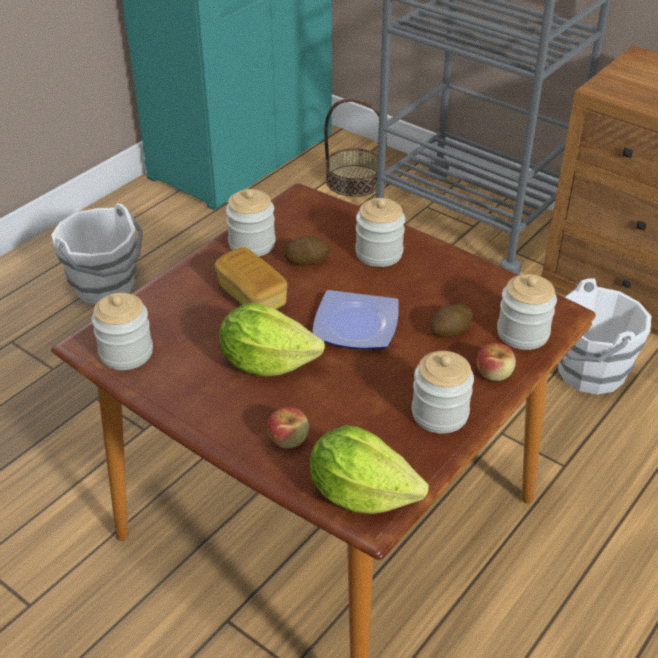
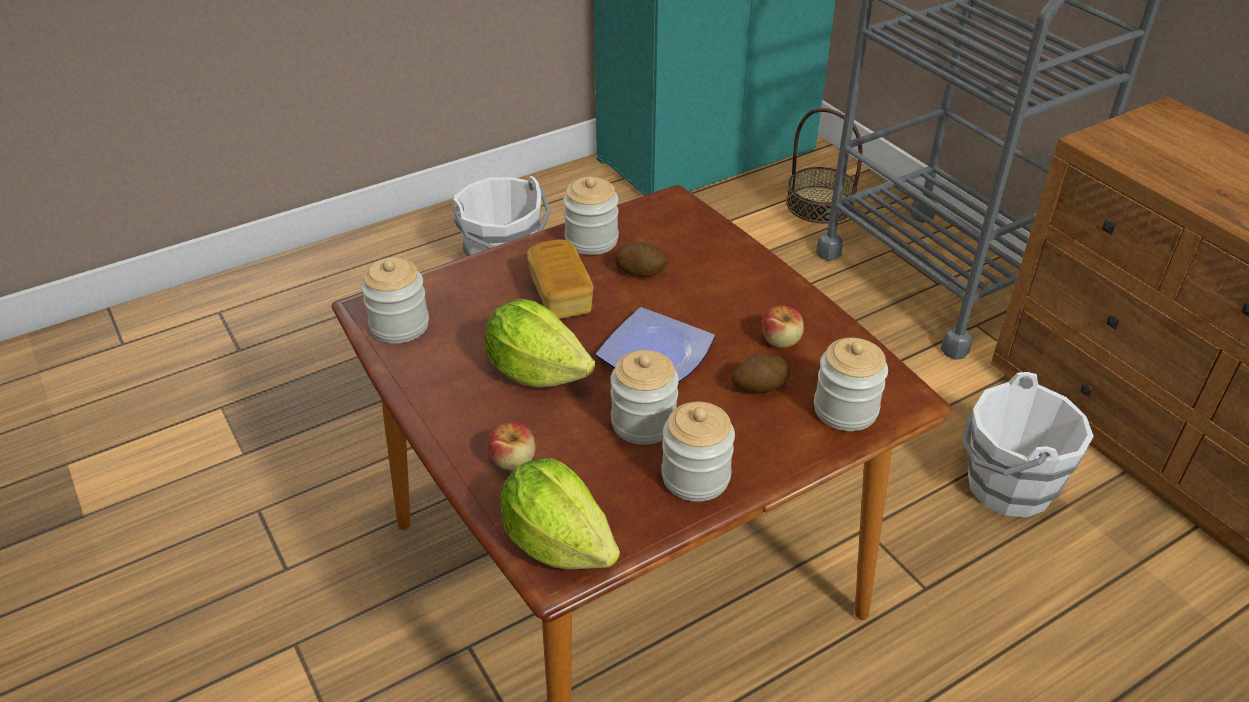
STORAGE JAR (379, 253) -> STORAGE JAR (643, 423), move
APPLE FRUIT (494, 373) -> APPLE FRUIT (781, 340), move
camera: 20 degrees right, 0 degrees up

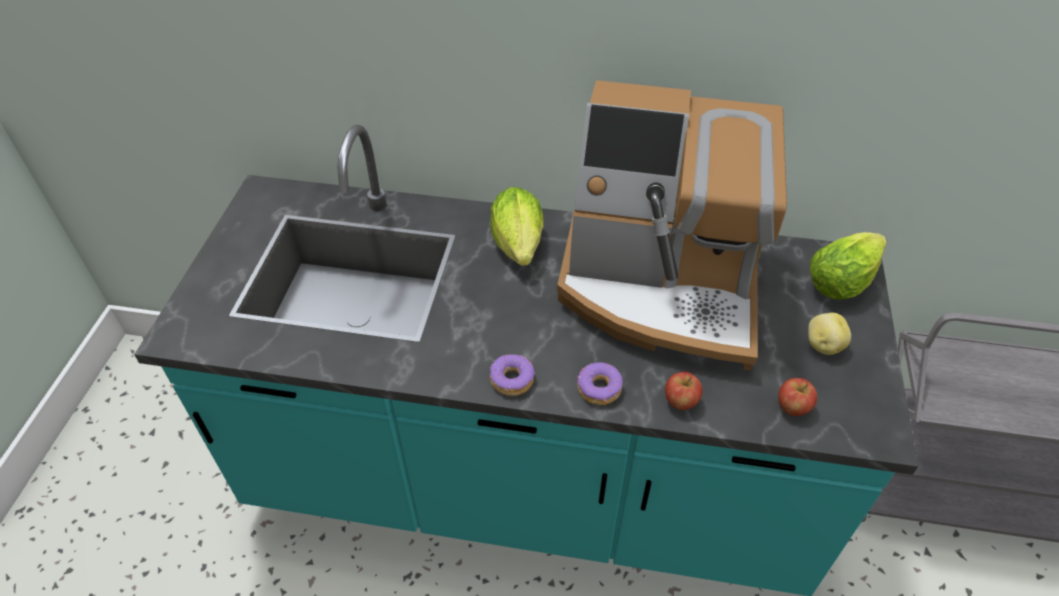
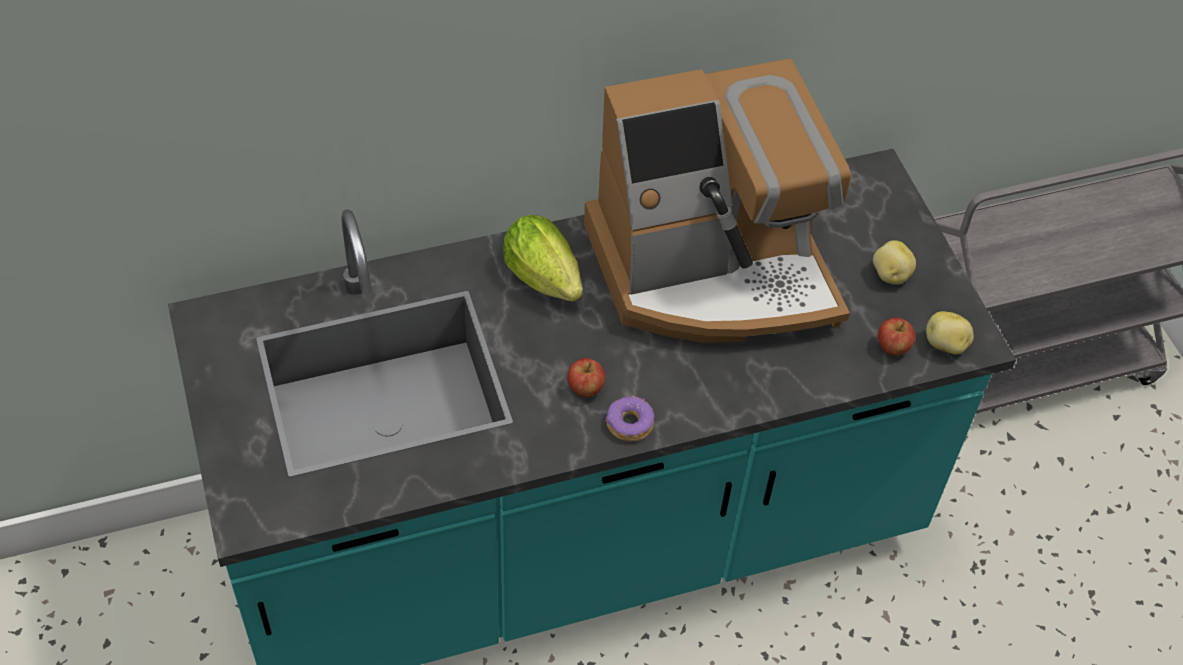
DONUT (599, 389) -> none
LETTUCE (844, 280) -> none
none -> POTATO (945, 345)
APPLE FRUIT (680, 401) -> APPLE FRUIT (585, 388), move
camera: 30 degrees left, 5 degrees up

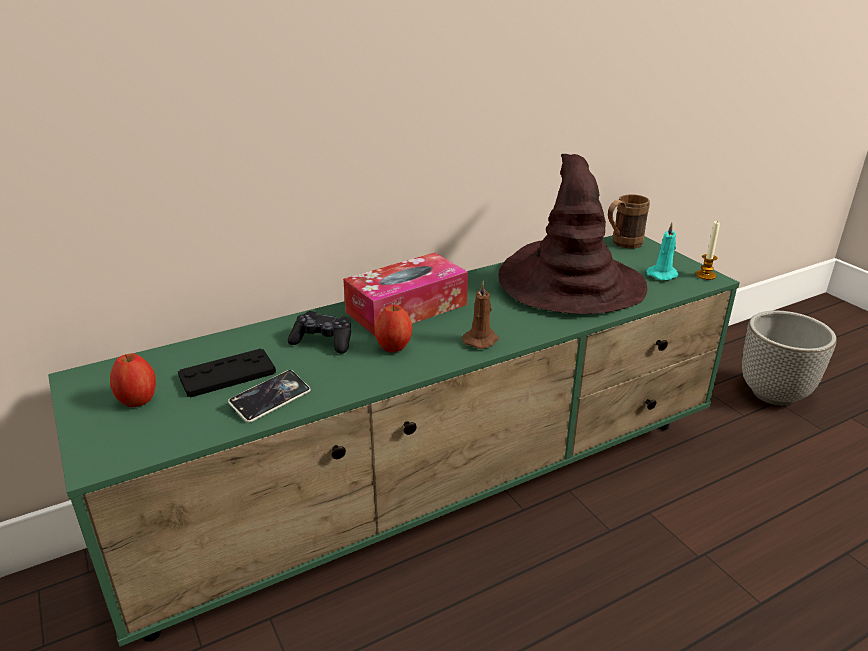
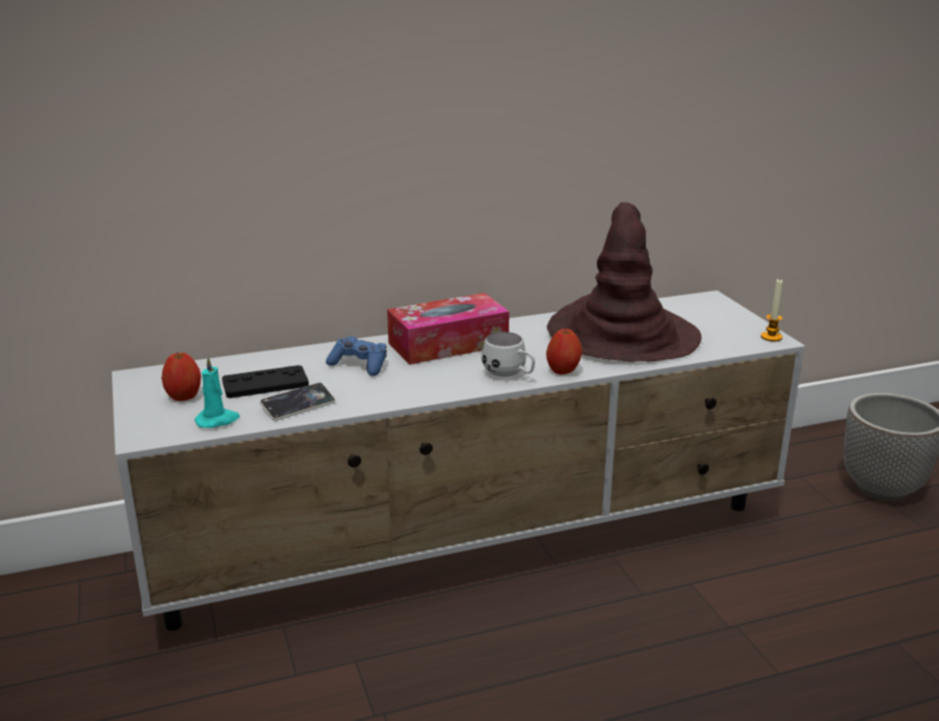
BROWN-COLOURED COFFEE MUG (621, 244) -> none
APPLE FRUIT (394, 347) -> APPLE FRUIT (563, 371), move
TURQUOISE WAX CANDLE (663, 274) -> TURQUOISE WAX CANDLE (217, 420), move
BROWN-COLOURED WAX CANDLE (481, 340) -> WHITE-COLOURED COFFEE MUG (510, 375)
GREEN-COLOURED TV STAND (436, 491) -> WHITE-COLOURED TV STAND (472, 541)
BLACKISH JOYPAD (323, 341) -> BLUE-COLOURED JOYPAD (359, 365)
camera: 10 degrees right, 5 degrees down

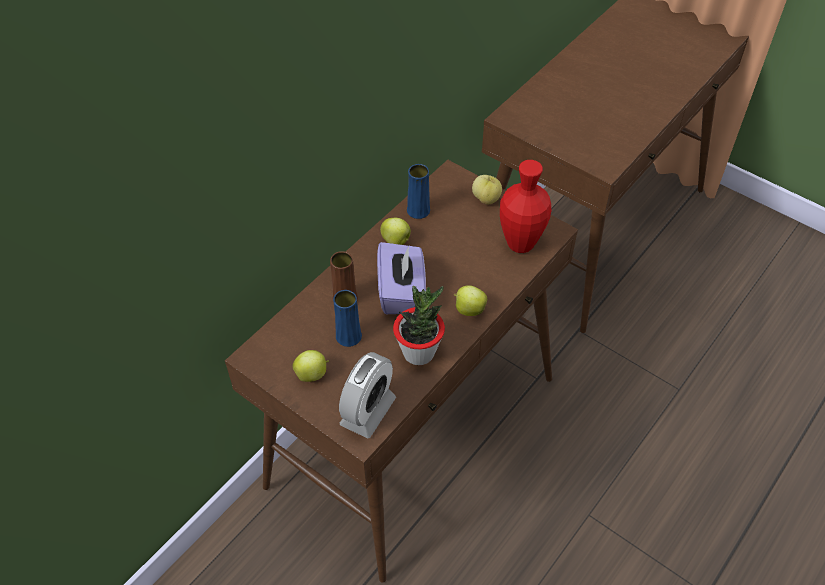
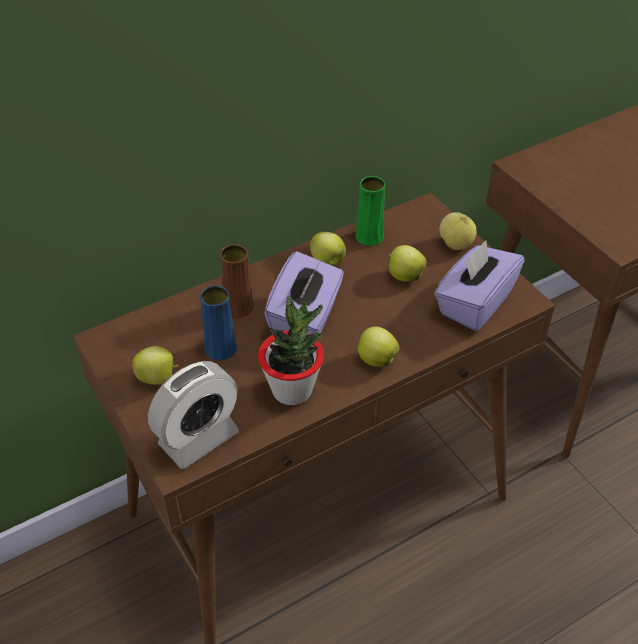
none -> APPLE FRUIT (404, 276)
REDDISH DECORATIVE VASE (520, 244) -> PURPLE BOX OF TISSUES (474, 303)
BLUE-COLOURED DECORATIVE VASE (418, 210) -> GREEN-COLOURED DECORATIVE VASE (369, 237)
camera: 20 degrees right, 5 degrees down

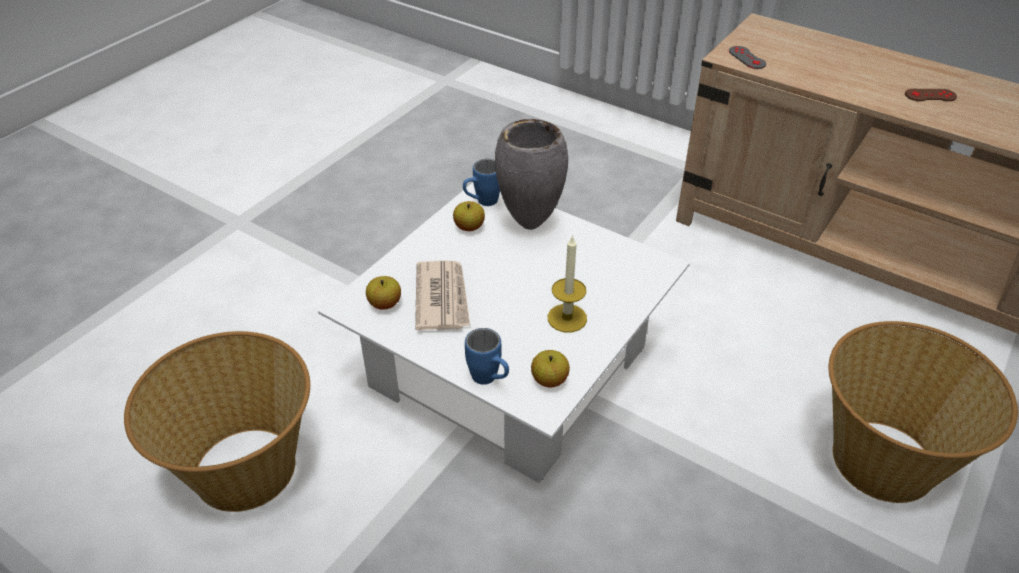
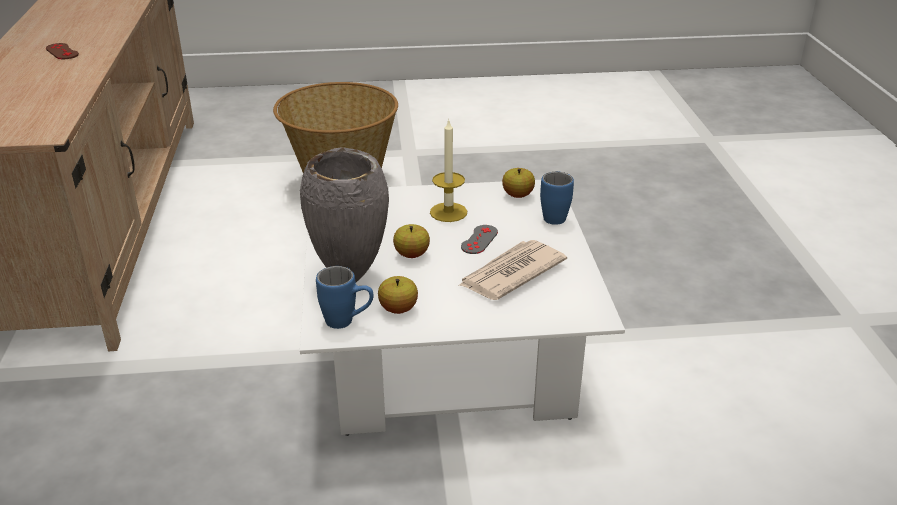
HOUSEHOLD BASKET (245, 470) -> none
APPLE FRUIT (385, 304) -> APPLE FRUIT (411, 254), move
GREYISH JOYPAD (747, 58) -> GREYISH JOYPAD (479, 239), move
camera: 130 degrees left, 10 degrees down

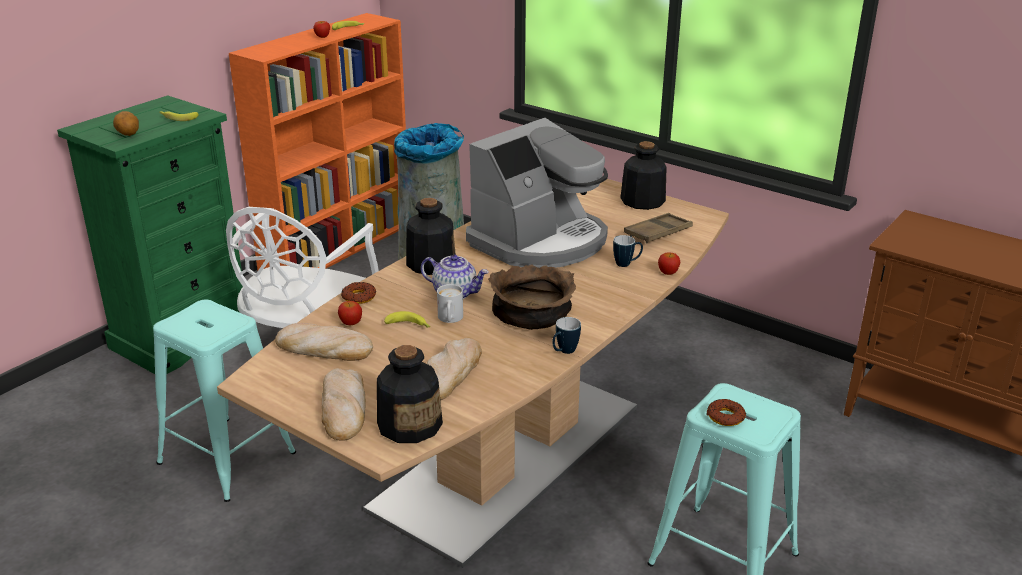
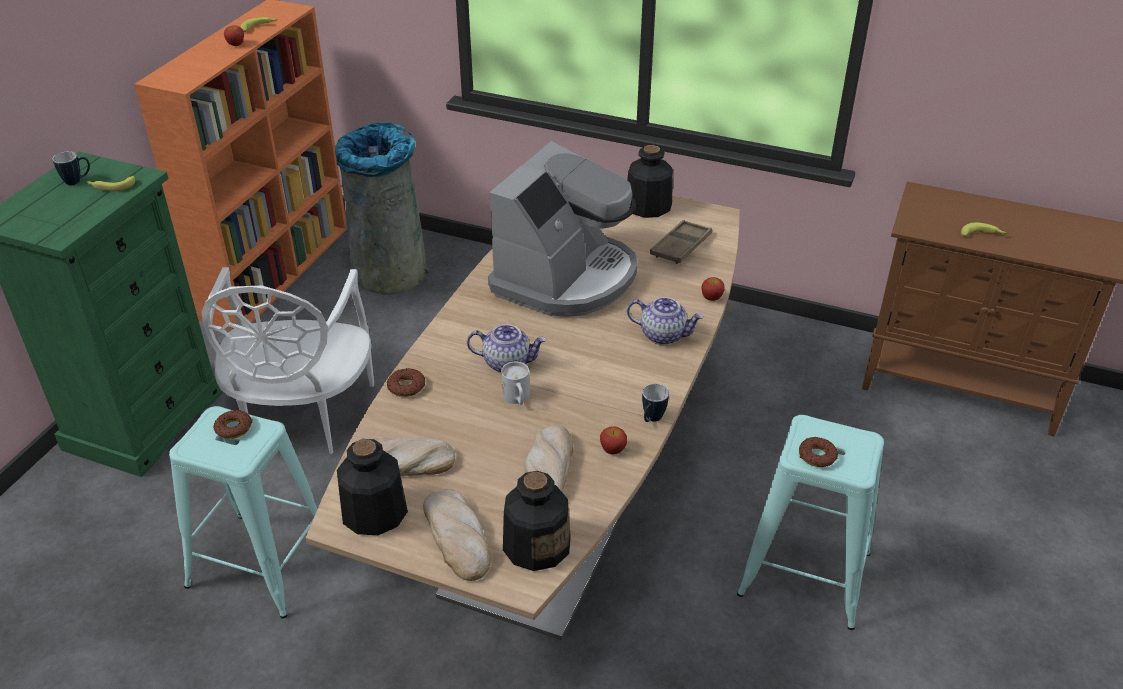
POTATO (128, 135) -> none
BROWN-COLOURED DEEP DISH (533, 315) -> none
none -> DONUT (234, 428)
none -> POT FOR TEA (663, 335)
APPLE FRUIT (350, 323) -> APPLE FRUIT (613, 450), move
WHOLE BANANA (409, 326) -> WHOLE BANANA (982, 235), move
DRINK BOTTLE (430, 263) -> DRINK BOTTLE (373, 512), move
COFFEE MUG (627, 264) -> COFFEE MUG (77, 181), move
camera: 15 degrees left, 10 degrees up

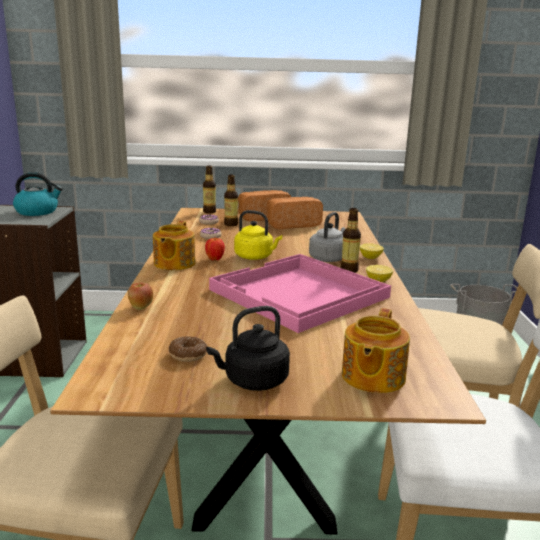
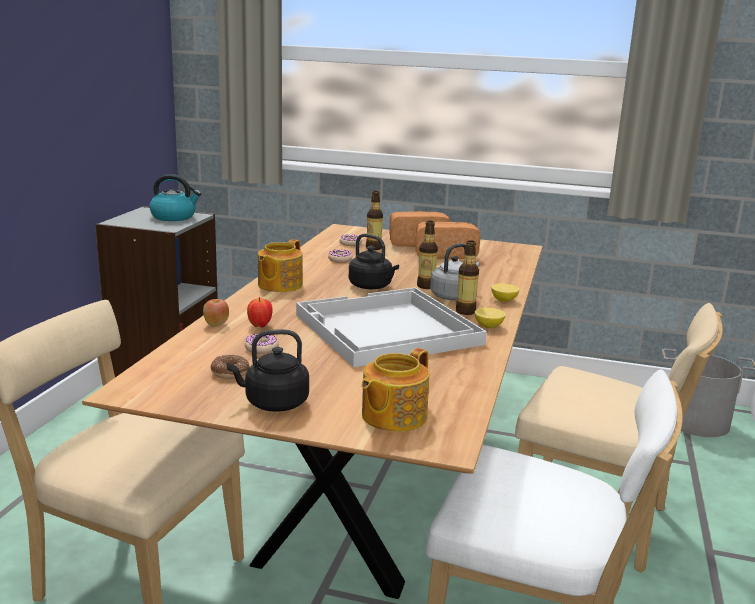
none -> DONUT (261, 348)
DRINK BOTTLE (209, 212) -> DRINK BOTTLE (426, 286), move
APPLE FRUIT (215, 259) -> APPLE FRUIT (260, 325), move
PINKISH CARRYING TRAY (299, 294) -> WHITE-COLOURED CARRYING TRAY (386, 330)
YELLOW-COLOURED WATER KETTLE (255, 257) -> BLACKISH WATER KETTLE (372, 286)
camera: 15 degrees right, 0 degrees up

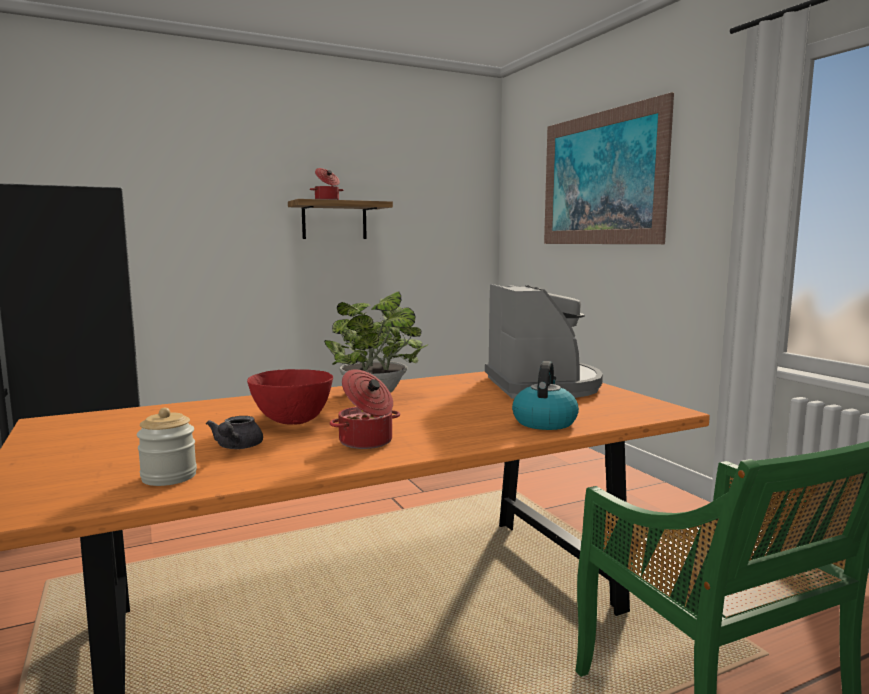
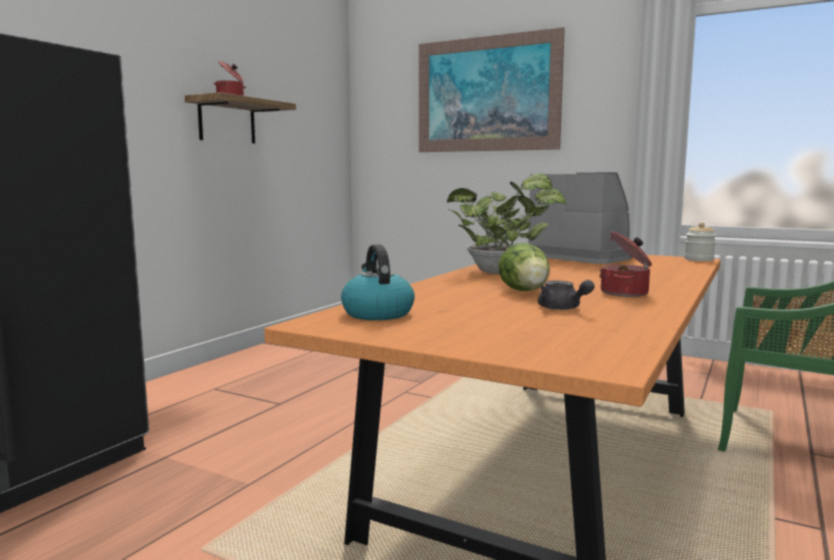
STORAGE JAR (169, 477) -> STORAGE JAR (699, 259), move
WATER KETTLE (544, 422) -> WATER KETTLE (377, 313), move
REDDISH DEEP DISH (293, 421) -> LETTUCE (526, 292)
camera: 35 degrees left, 0 degrees up

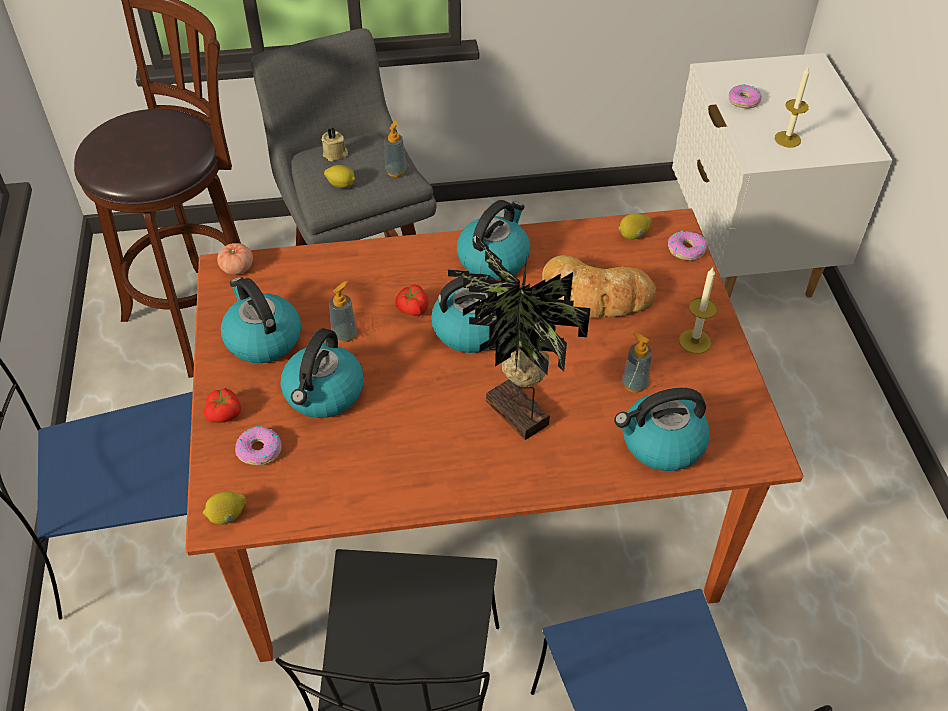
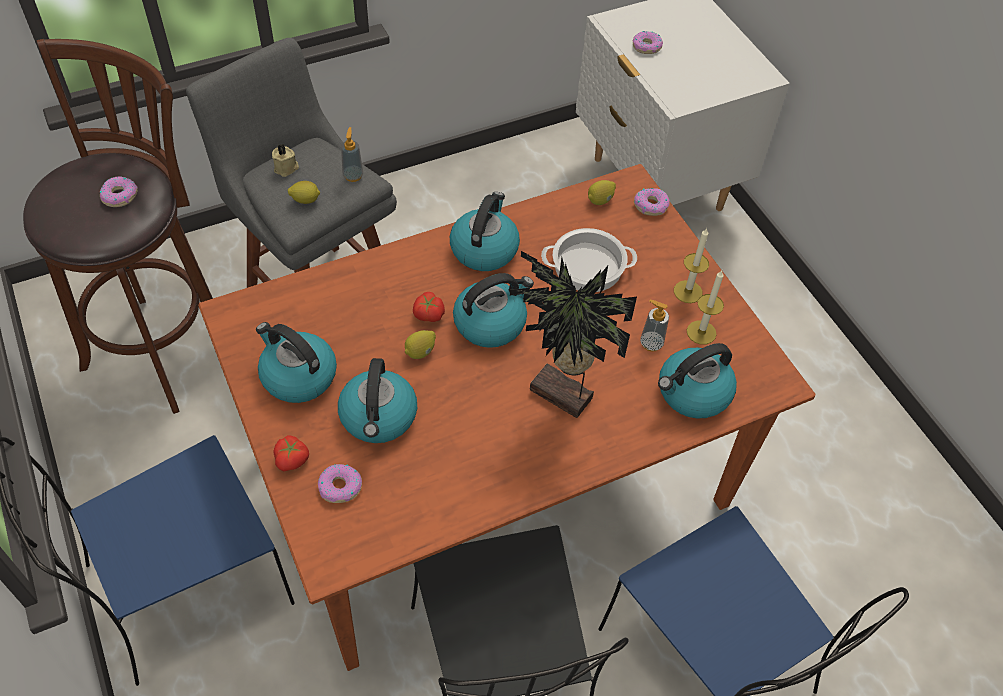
TOMATO (237, 267) -> none
SOAP BOTTLE (344, 335) -> none
none -> DONUT (119, 196)
LEMON (227, 516) -> LEMON (420, 352), move
WAX CANDLE (787, 139) -> WAX CANDLE (701, 332), move
BREAD (596, 295) -> STOCKPOT (588, 265)
camera: 20 degrees left, 5 degrees up

